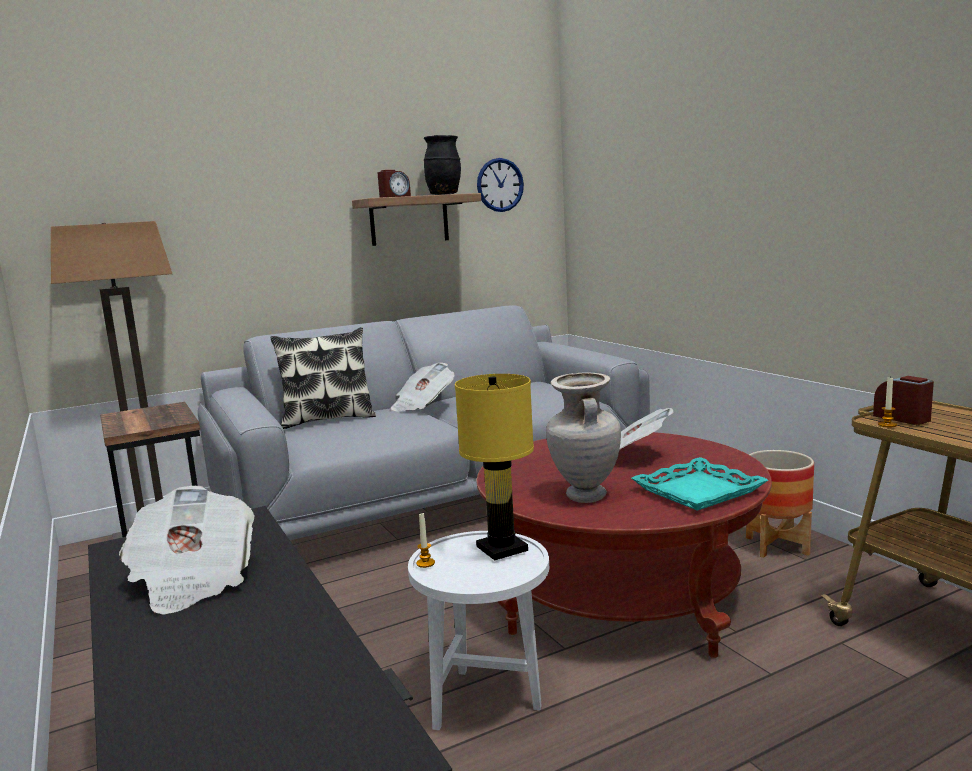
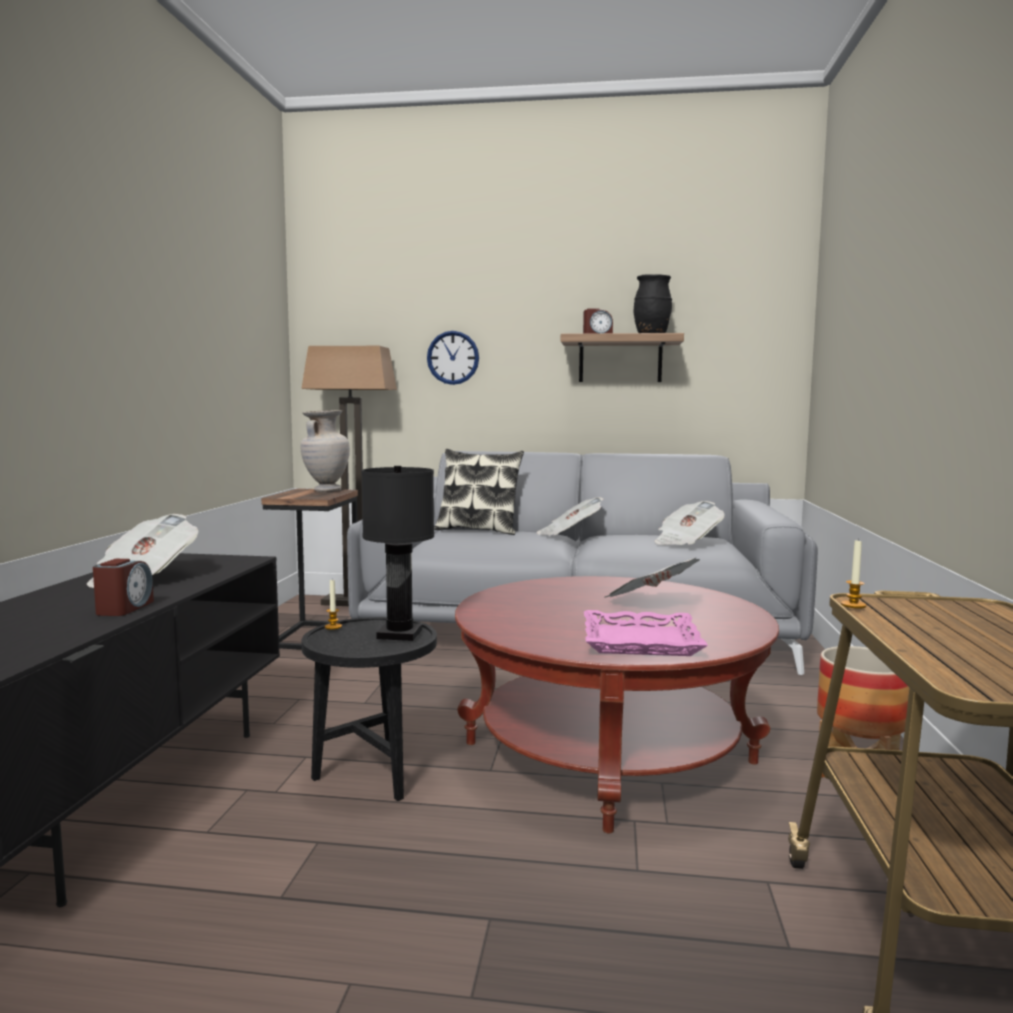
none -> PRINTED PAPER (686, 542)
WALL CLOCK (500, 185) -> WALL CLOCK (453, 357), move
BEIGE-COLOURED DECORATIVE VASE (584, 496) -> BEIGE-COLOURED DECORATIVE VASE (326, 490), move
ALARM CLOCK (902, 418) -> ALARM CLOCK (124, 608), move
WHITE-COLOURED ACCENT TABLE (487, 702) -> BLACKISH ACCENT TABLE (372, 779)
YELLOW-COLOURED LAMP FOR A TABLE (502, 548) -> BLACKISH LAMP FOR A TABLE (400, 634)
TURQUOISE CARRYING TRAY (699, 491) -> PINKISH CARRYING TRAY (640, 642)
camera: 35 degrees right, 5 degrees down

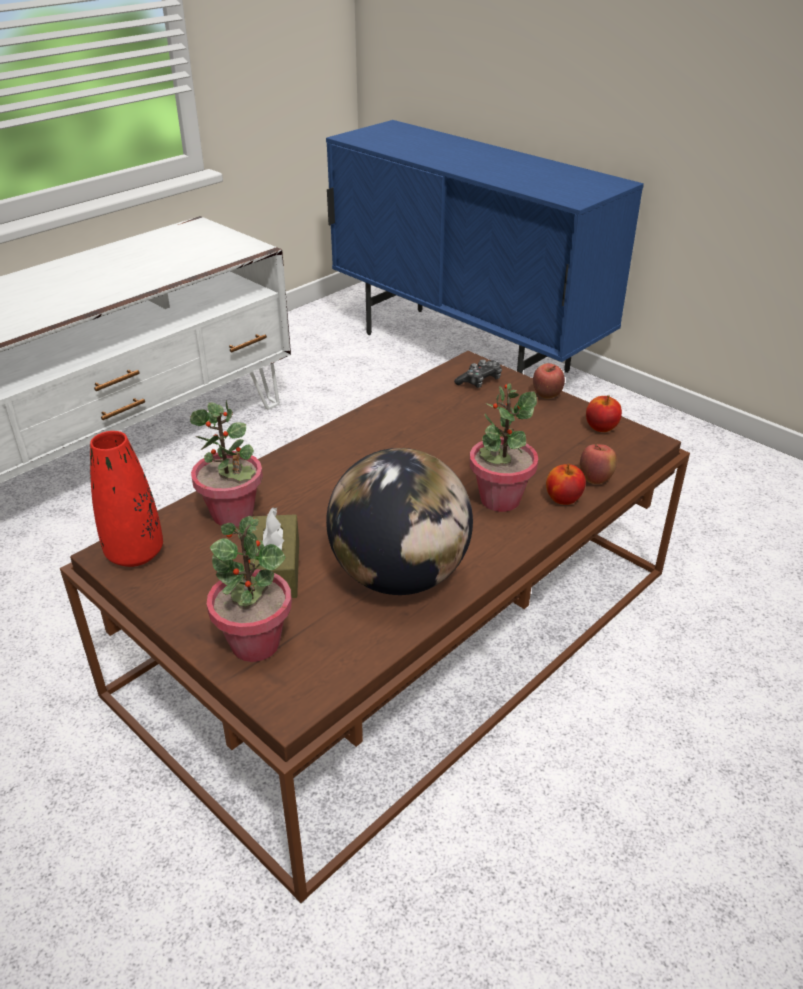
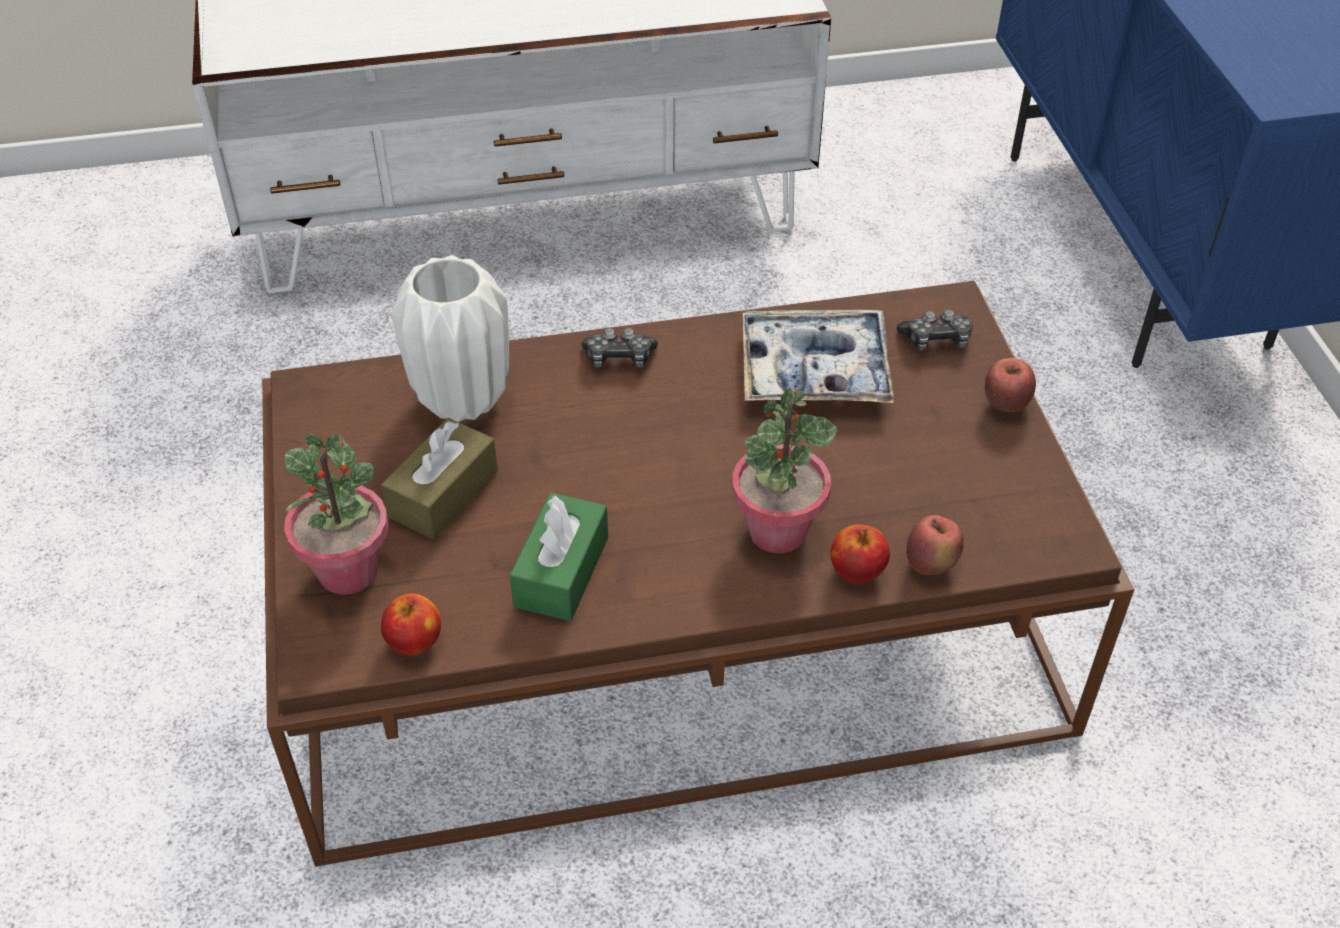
REDDISH DECORATIVE VASE (135, 554) -> none
none -> JOYPAD (619, 358)
none -> CARRYING TRAY (815, 370)
APPLE FRUIT (601, 428) -> APPLE FRUIT (414, 642), move
HOUSEPLANT (233, 514) -> WHITE-COLOURED DECORATIVE VASE (463, 399)
GLOBE (399, 576) -> GREEN-COLOURED BOX OF TISSUES (561, 571)
camera: 35 degrees right, 10 degrees up

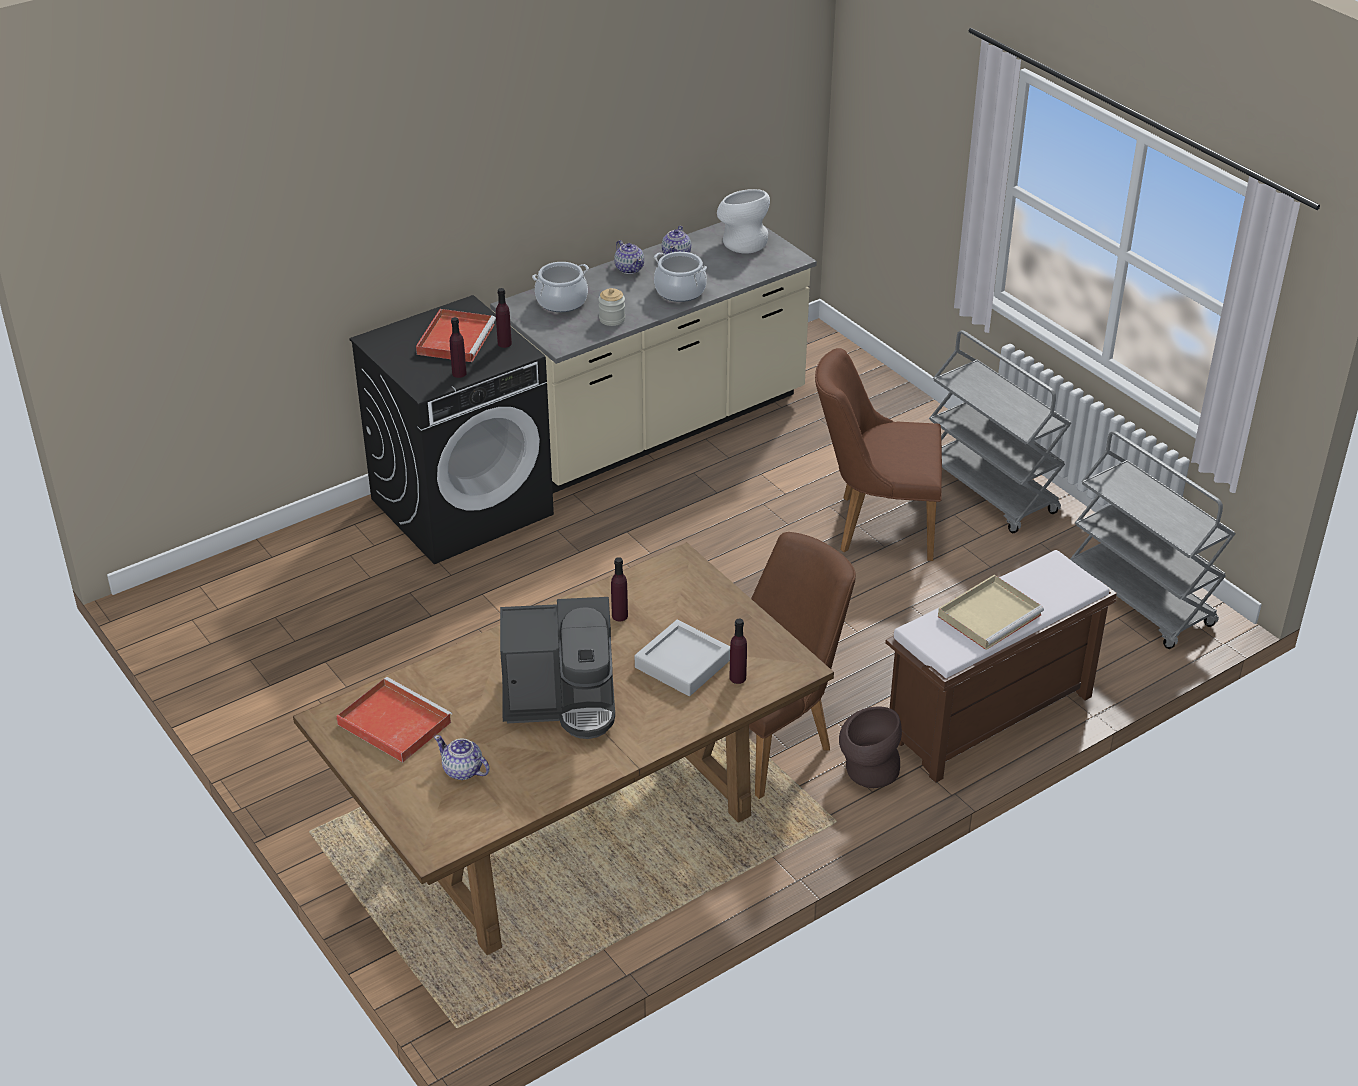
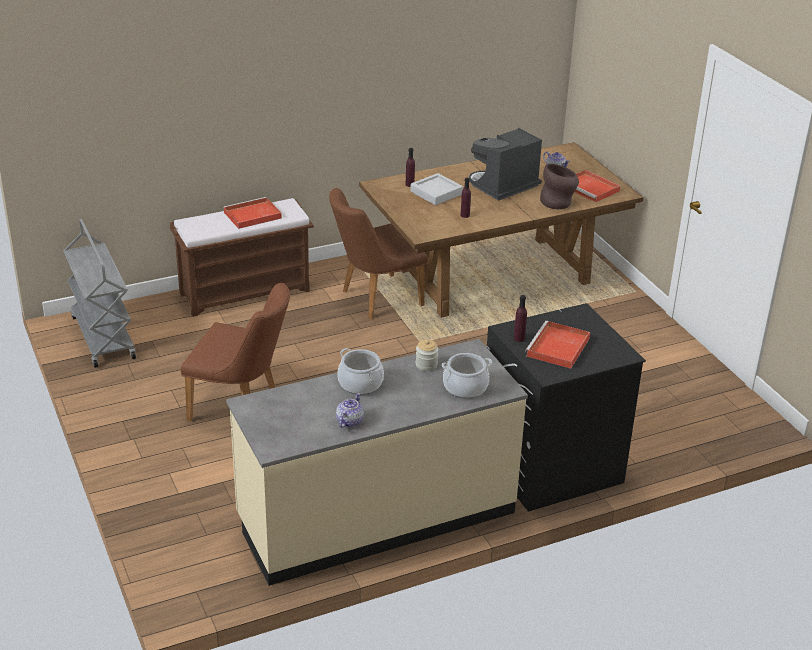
PURPLE DRINK BOTTLE (459, 373) -> none
POT FOR TEA (629, 268) -> none
WHITE-COLOURED DECORATIVE VASE (742, 242) -> none
GREYISH CART (990, 490) -> none
BROWN-COLOURED DECORATIVE VASE (867, 771) -> BROWN-COLOURED DECORATIVE VASE (558, 202), move
BEIGE-COLOURED CARRYING TRAY (990, 614) -> REDDISH CARRYING TRAY (251, 215)
COFFEE BREWER (562, 701) -> COFFEE BREWER (503, 186), 45 degrees counterclockwise
camera: 170 degrees left, 5 degrees down

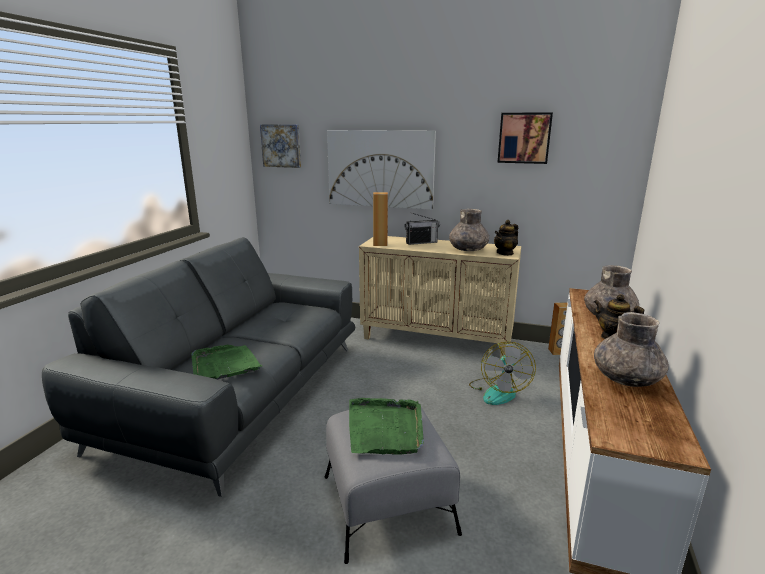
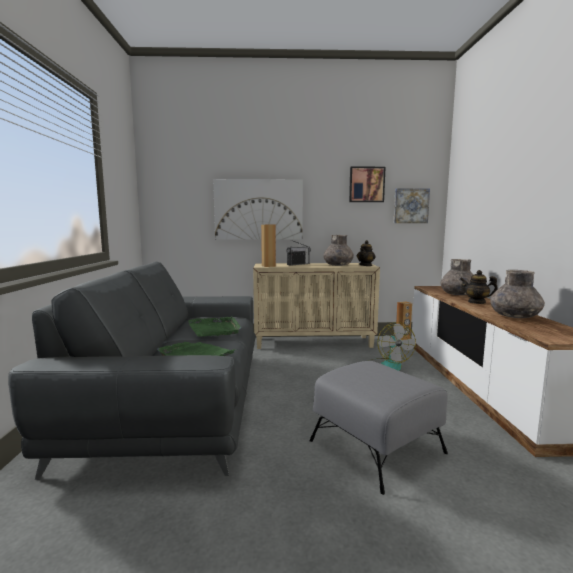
WALL ART (281, 145) -> WALL ART (410, 206), move
GREEN-COLOURED CARRYING TRAY (385, 428) -> GREEN-COLOURED CARRYING TRAY (215, 329), move
camera: 20 degrees left, 10 degrees down

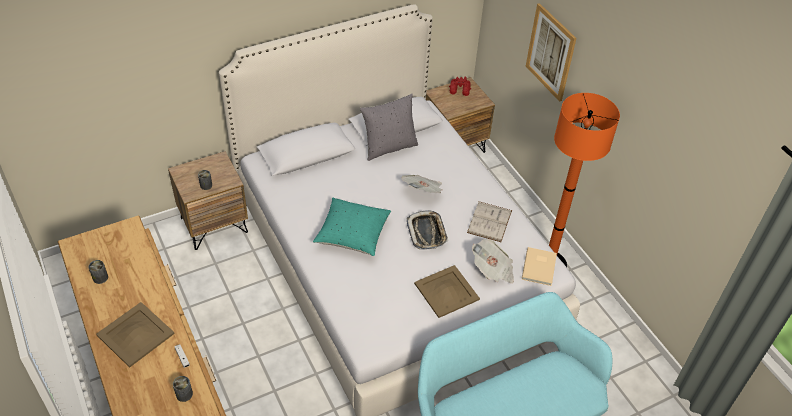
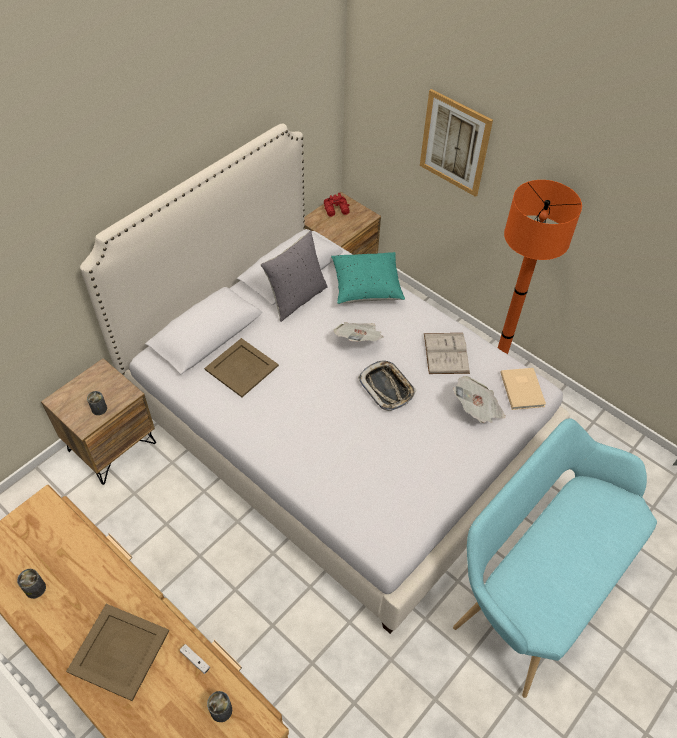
TURQUOISE CUSHION (352, 235) -> TURQUOISE CUSHION (366, 287), move
BEIGE-COLOURED CARRYING TRAY (446, 291) -> BEIGE-COLOURED CARRYING TRAY (241, 367), move
camera: 20 degrees left, 5 degrees up

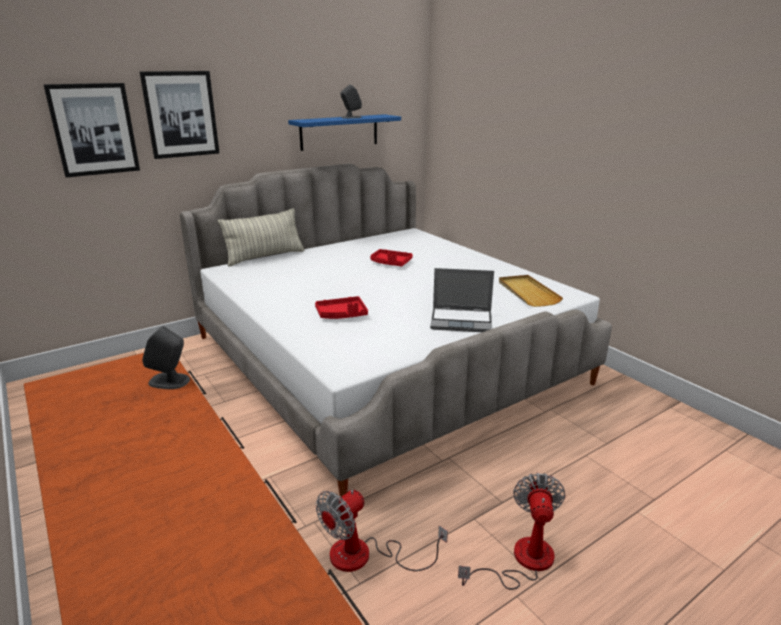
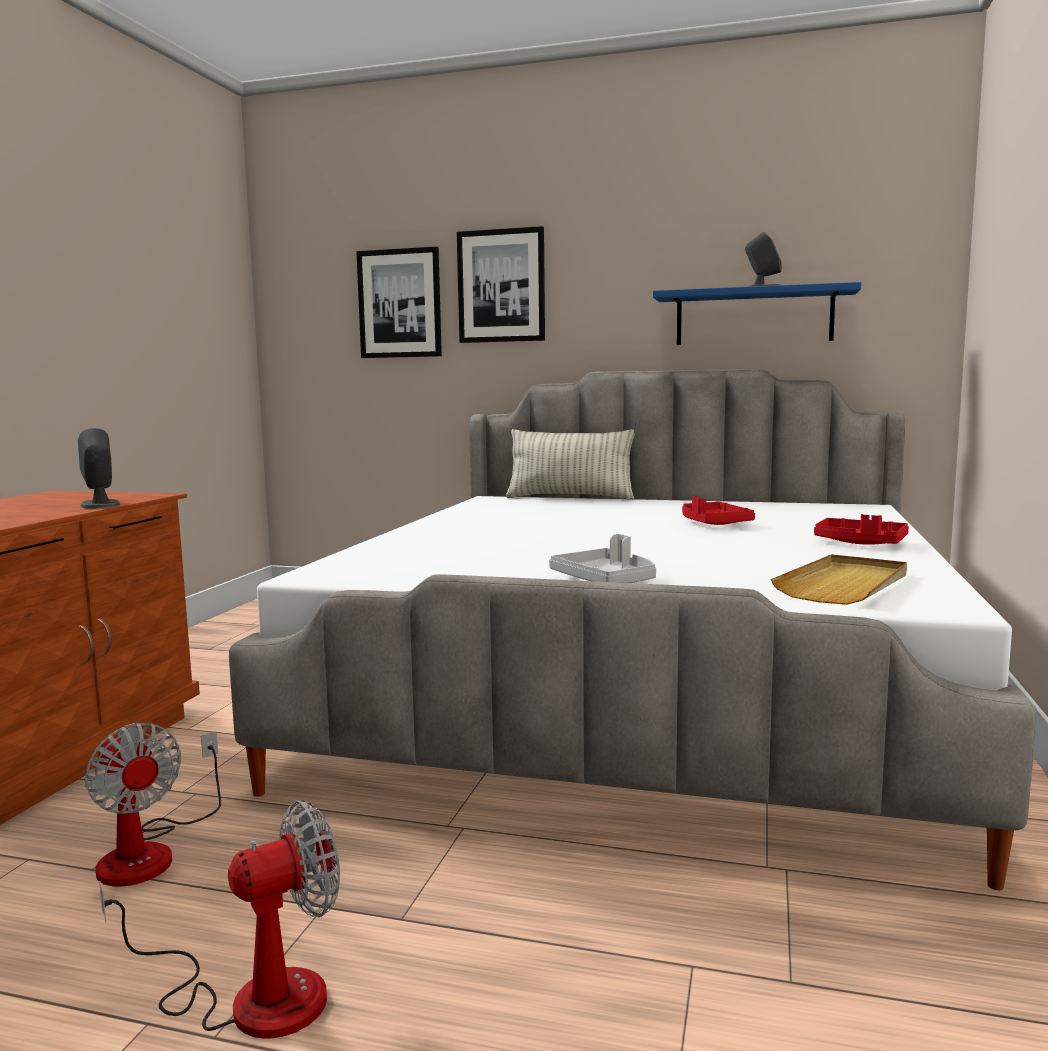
REDDISH CARRYING TRAY (342, 315) -> REDDISH CARRYING TRAY (860, 543), move
NOTEBOOK COMPUTER (462, 321) -> GREYISH CARRYING TRAY (606, 581)
ELECTRIC FAN (365, 556) -> ELECTRIC FAN (151, 851), 135 degrees counterclockwise
camera: 50 degrees right, 15 degrees down

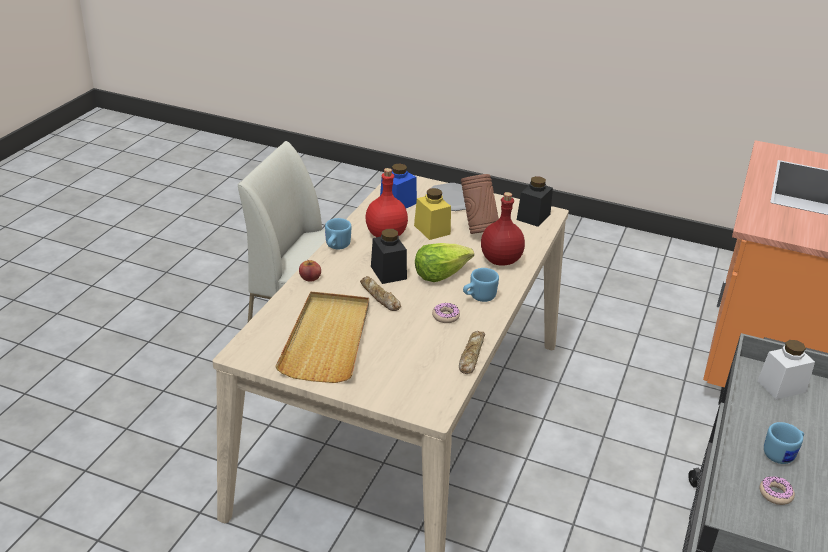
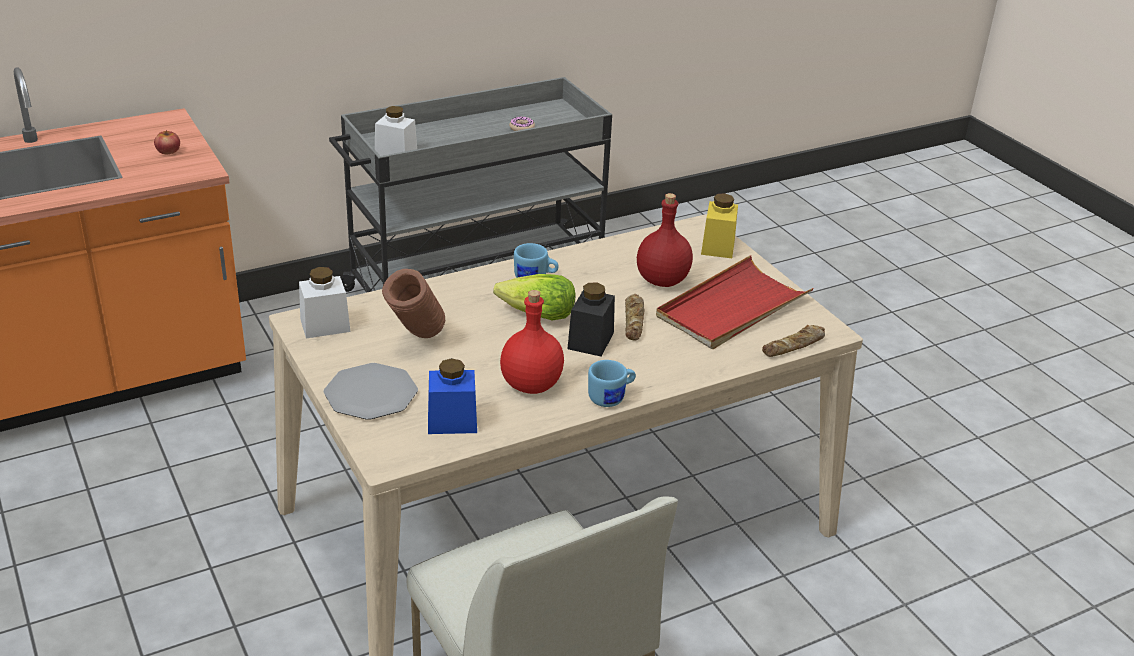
DONUT (445, 316) -> none
BLUE-COLOURED COFFEE MUG (782, 454) -> none
APPLE FRUIT (310, 277) -> APPLE FRUIT (168, 151), move
YELLOW-COLOURED STORAGE JAR (432, 230) -> YELLOW-COLOURED STORAGE JAR (718, 246), move
BREAD (471, 355) -> BREAD (794, 346), move
REDDISH DRINK BOTTLE (500, 260) -> REDDISH DRINK BOTTLE (661, 281), move
BEIGE-COLOURED CARRYING TRAY (327, 339) -> REDDISH CARRYING TRAY (732, 308)
BLACKISH STORAGE JAR (533, 217) -> WHITE-COLOURED STORAGE JAR (325, 325)
camera: 140 degrees left, 0 degrees up

